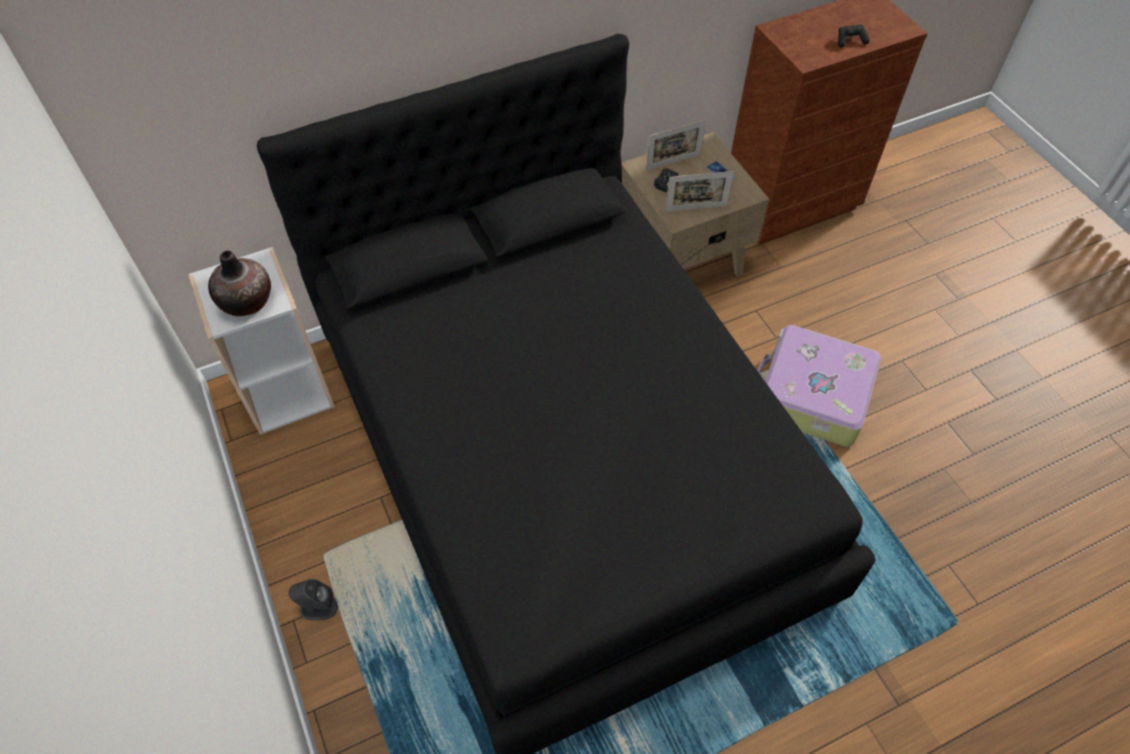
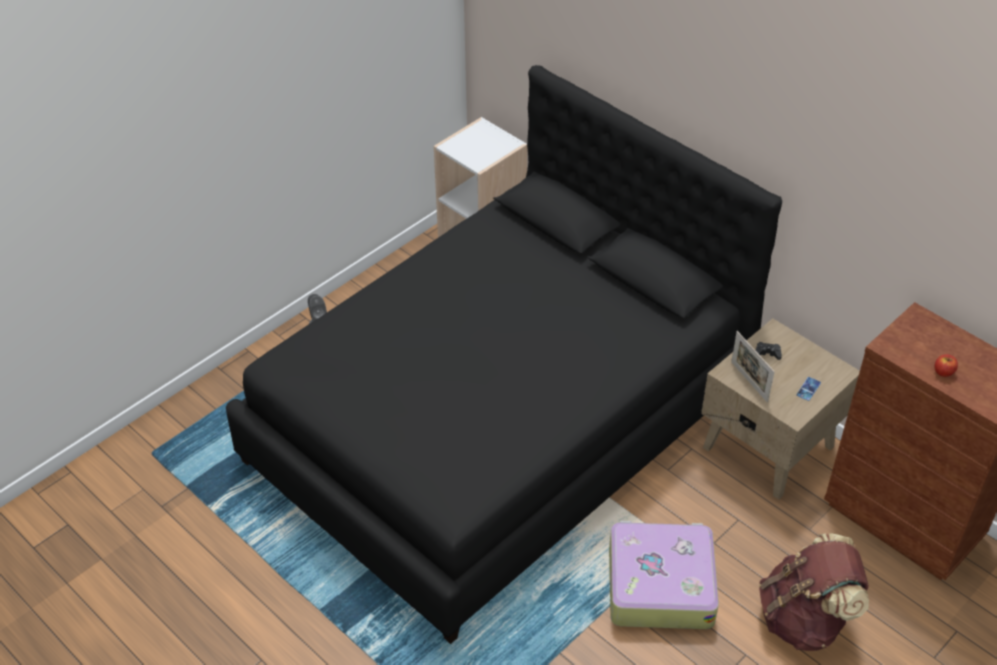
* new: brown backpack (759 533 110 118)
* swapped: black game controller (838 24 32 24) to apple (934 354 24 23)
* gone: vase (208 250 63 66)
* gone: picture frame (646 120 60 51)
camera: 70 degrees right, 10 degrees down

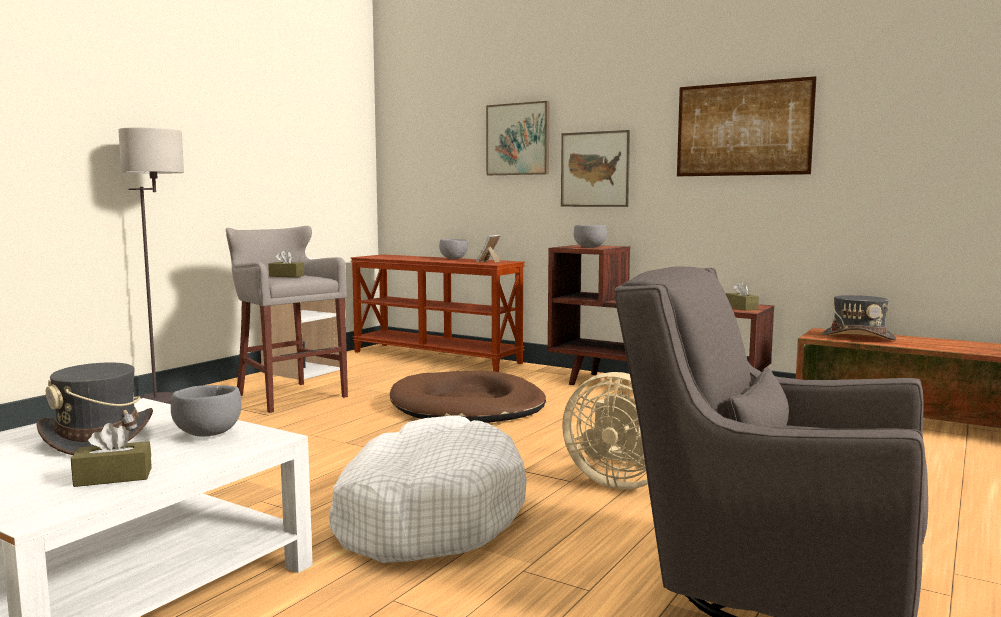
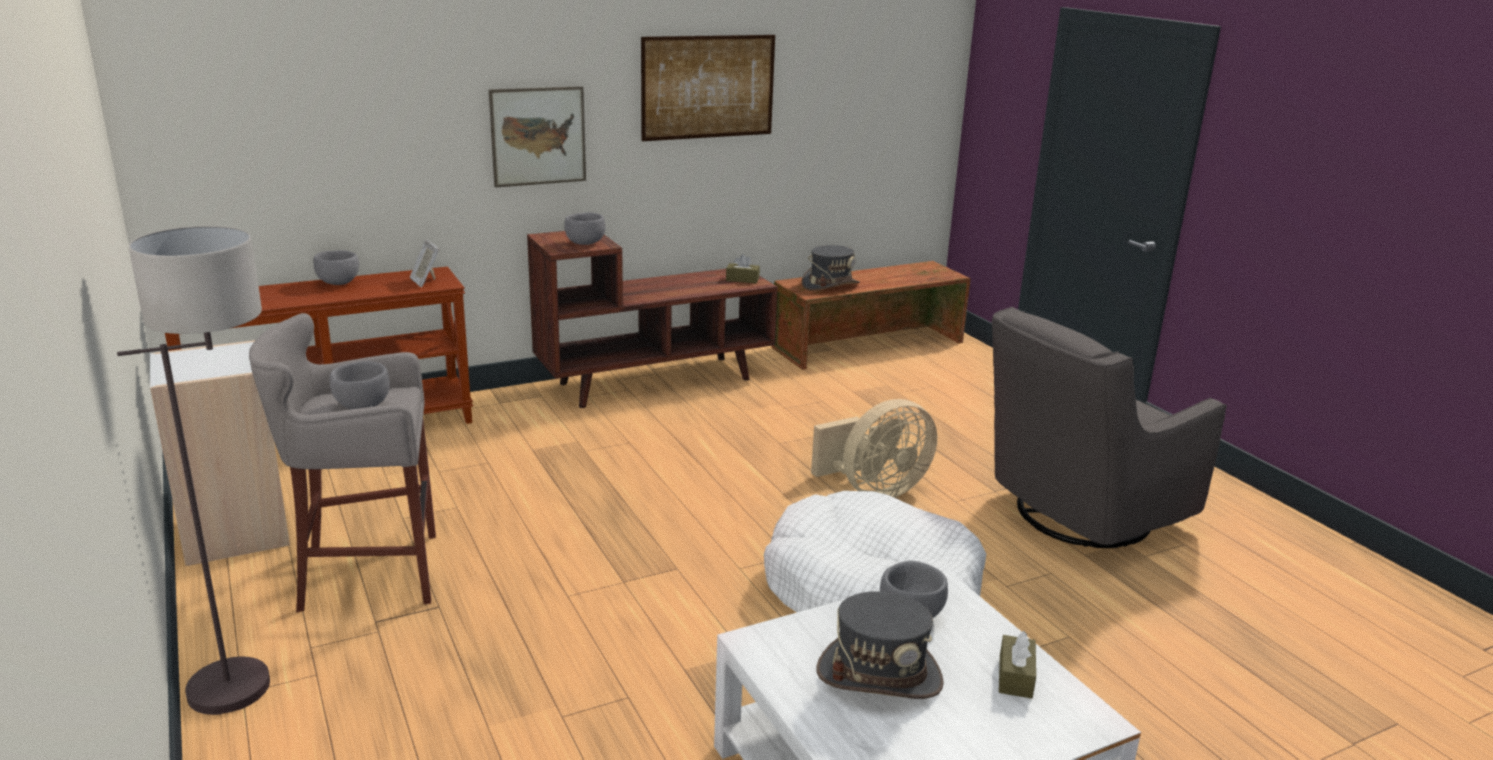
* swapped: brown tissue box (268 250 36 27) to grey bowl (330 361 60 49)
* gone: brown dog bed (390 371 156 52)
* gone: picture (486 101 63 74)
camera: 60 degrees left, 15 degrees up

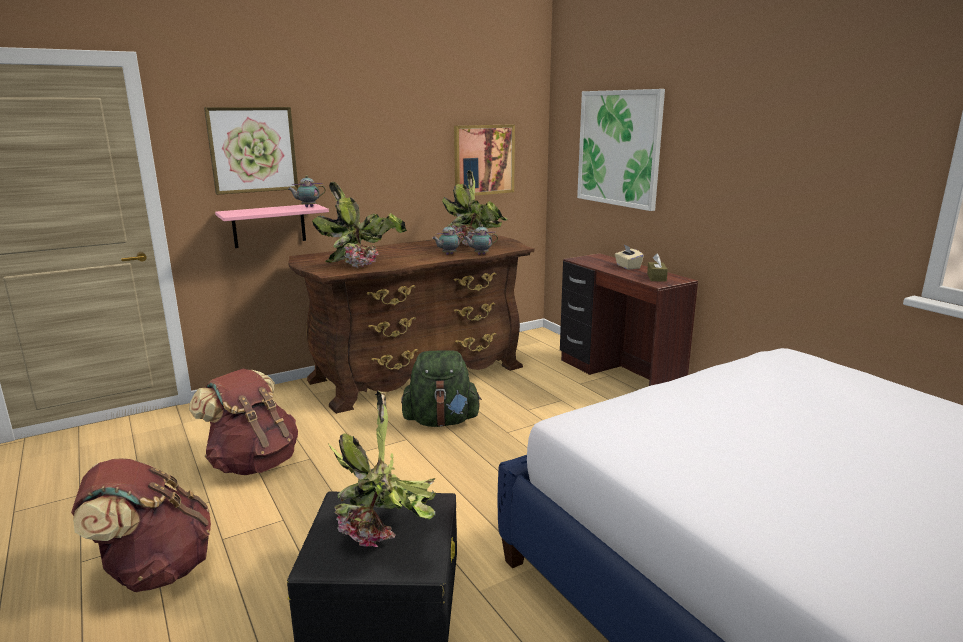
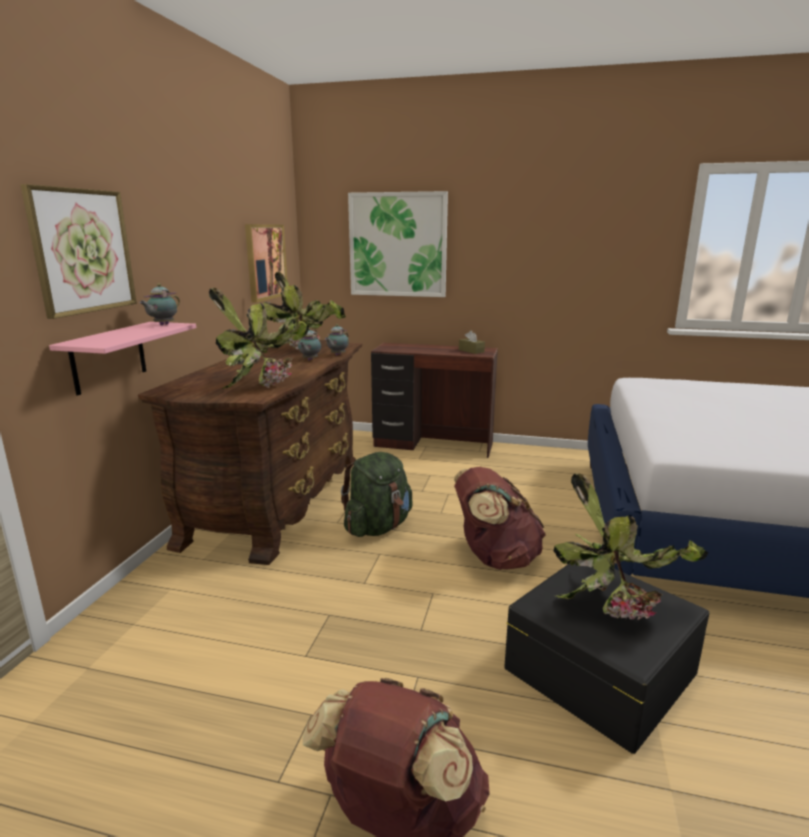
* shifted: brown backpack (189 369 109 106) to (454 467 92 103)
* gone: beige tissue box (615 245 29 25)
camera: 45 degrees left, 0 degrees up

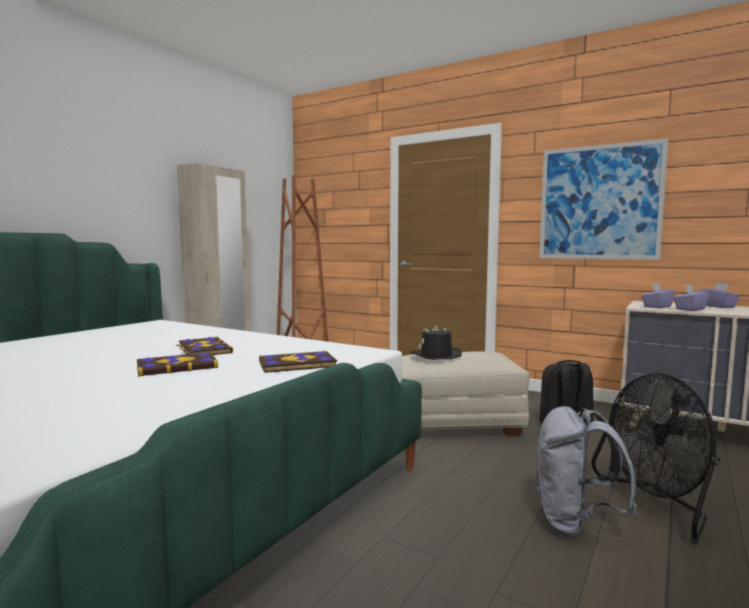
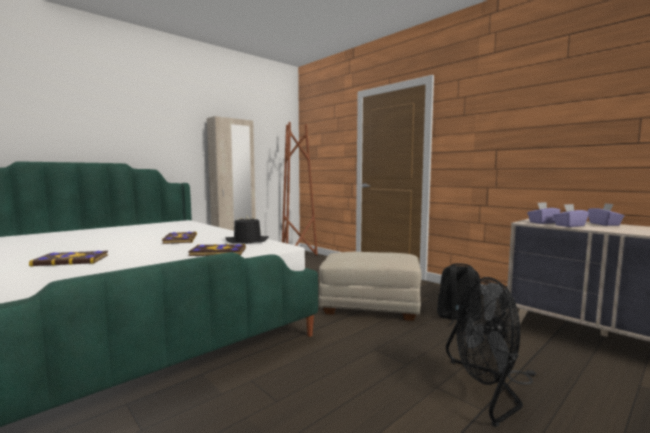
* shifted: book (137 352 81 24) to (29 251 79 16)
* shifted: black hat (411 326 51 34) to (226 216 43 28)
* gone: grey backpack (536 406 101 131)
* gone: picture (539 138 130 122)
camera: 15 degrees right, 0 degrees up

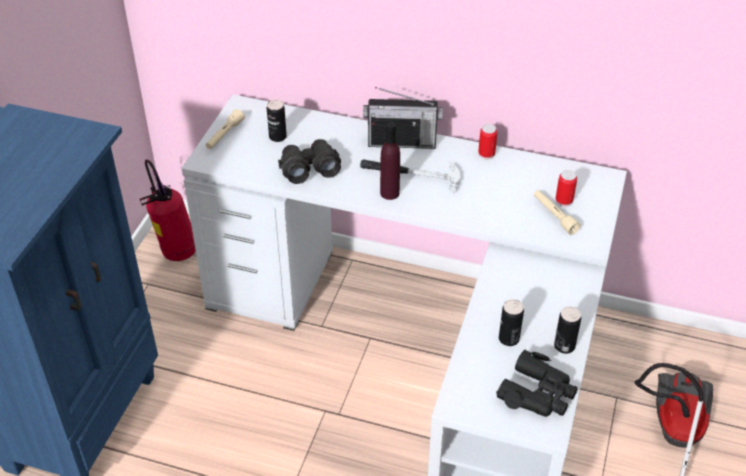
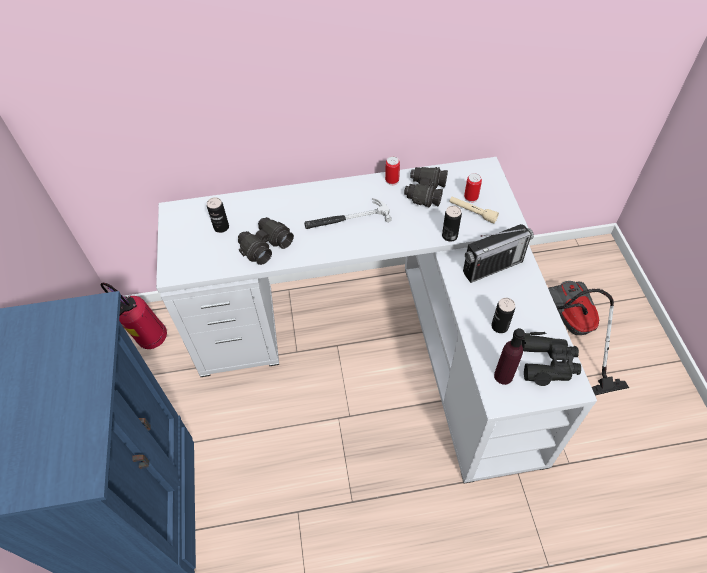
* new: black binoculars (404 167 44 40)
* shifted: can (554 306 27 48) to (442 206 20 36)
* shifted: radio (363 87 80 62) to (463 224 71 59)
* shifted: purple bottle (380 122 20 78) to (494 328 31 57)
* gone: beige flashlight (206 109 39 40)
camera: 25 degrees left, 10 degrees up

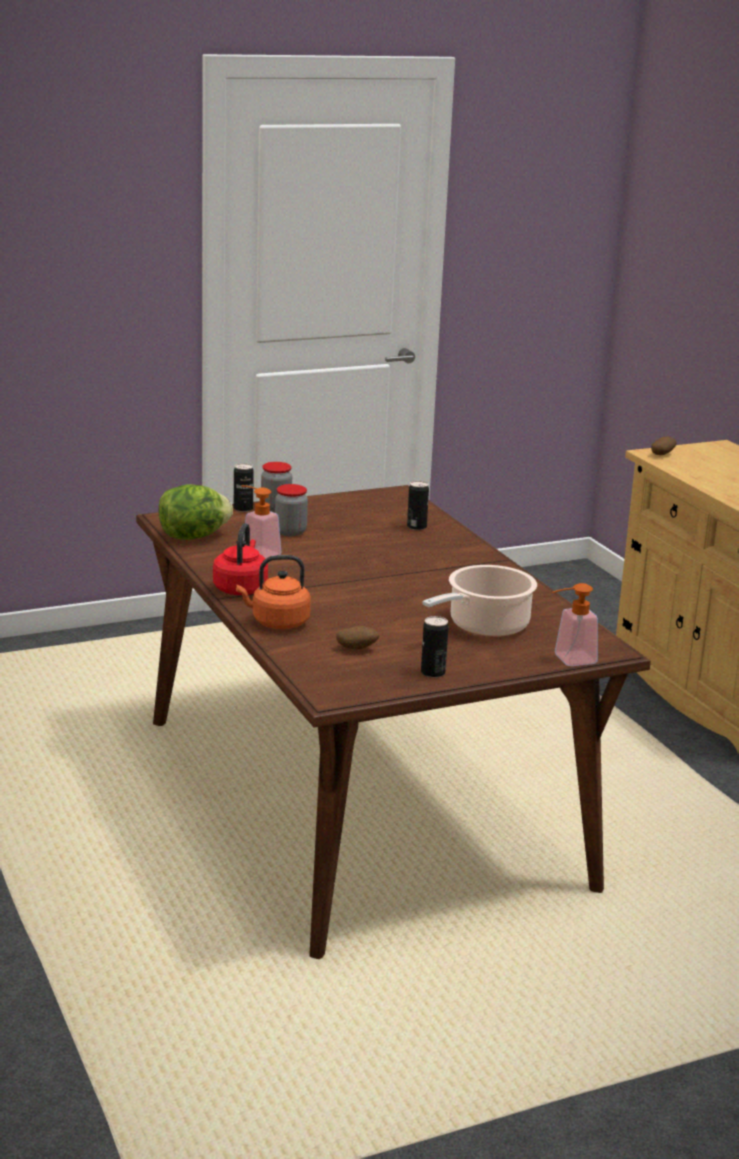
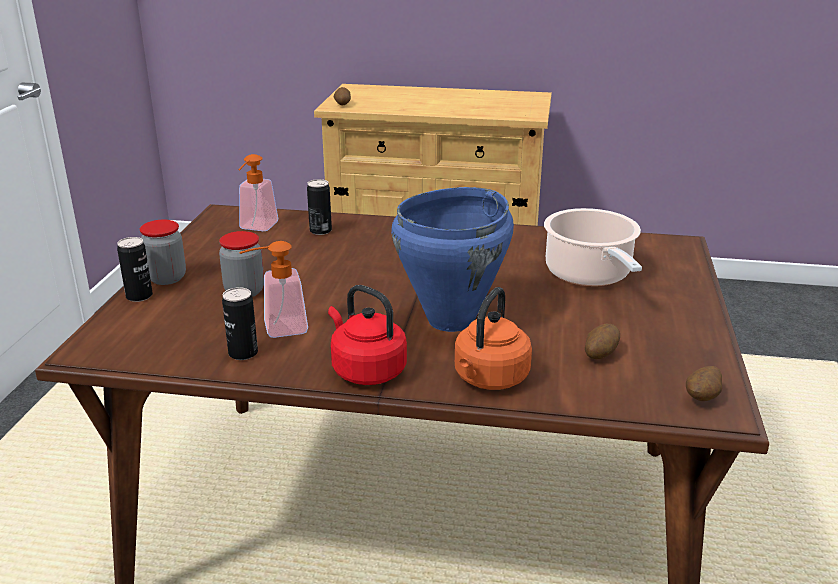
* shifted: can (421 616 28 62) to (222 287 36 73)
* shifted: soap dispenser (552 583 46 83) to (239 154 39 77)
* new: blue cooking pot (391 187 123 145)
* new: potato (686 366 36 35)
* gone: lettuce (159 484 74 56)
camera: 55 degrees left, 5 degrees up

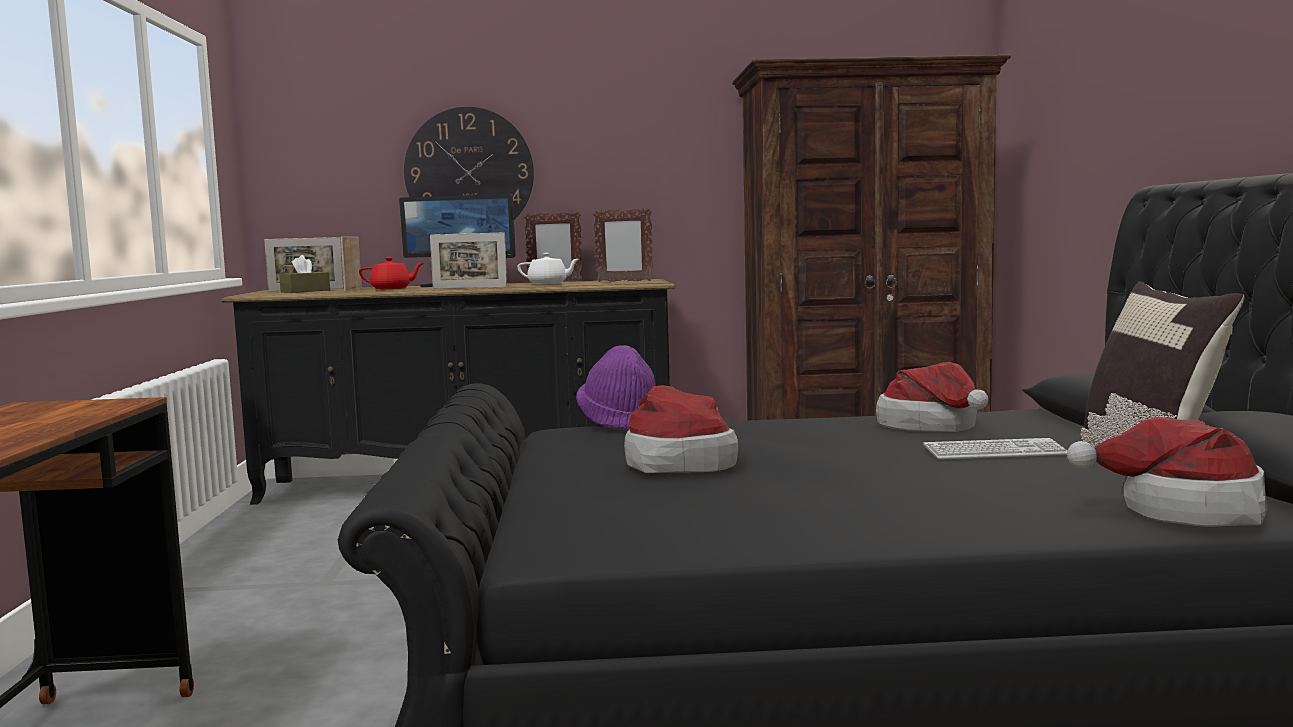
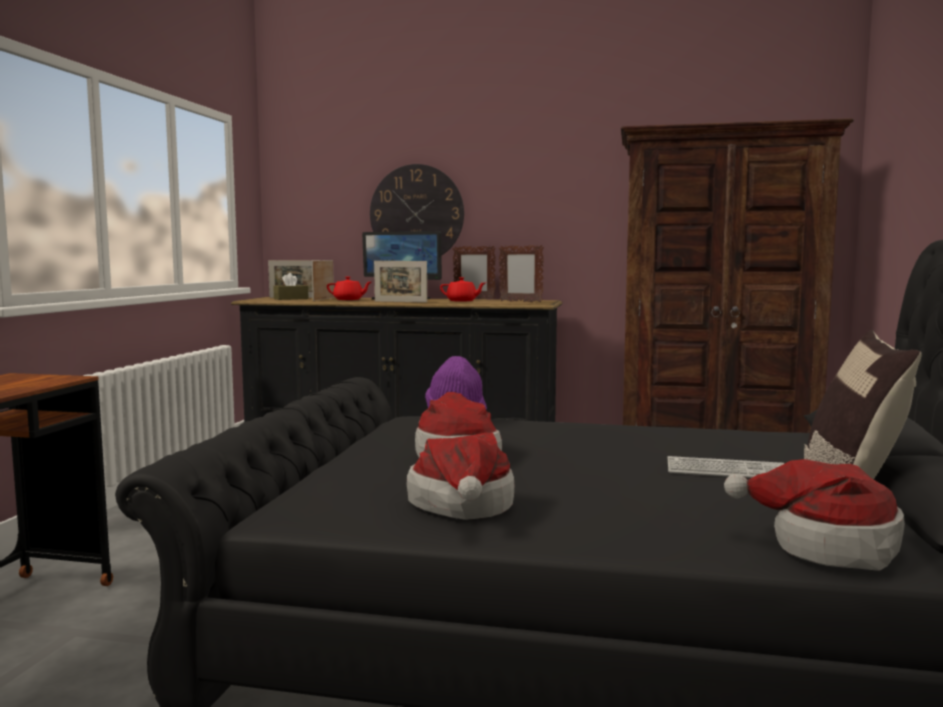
* shifted: hat (876 362 112 70) to (407 433 107 87)
* repainted: white teapot (517 253 62 31) to red teapot (440 277 45 25)
camera: 15 degrees right, 0 degrees up

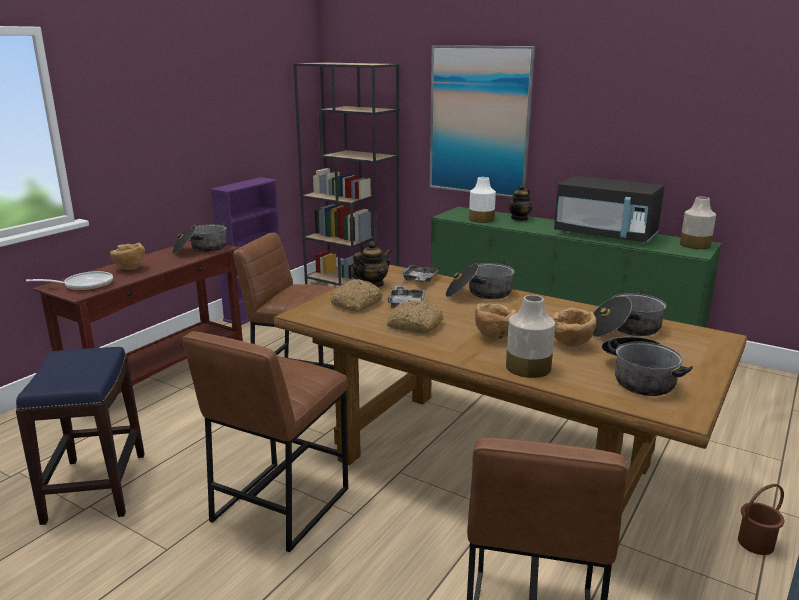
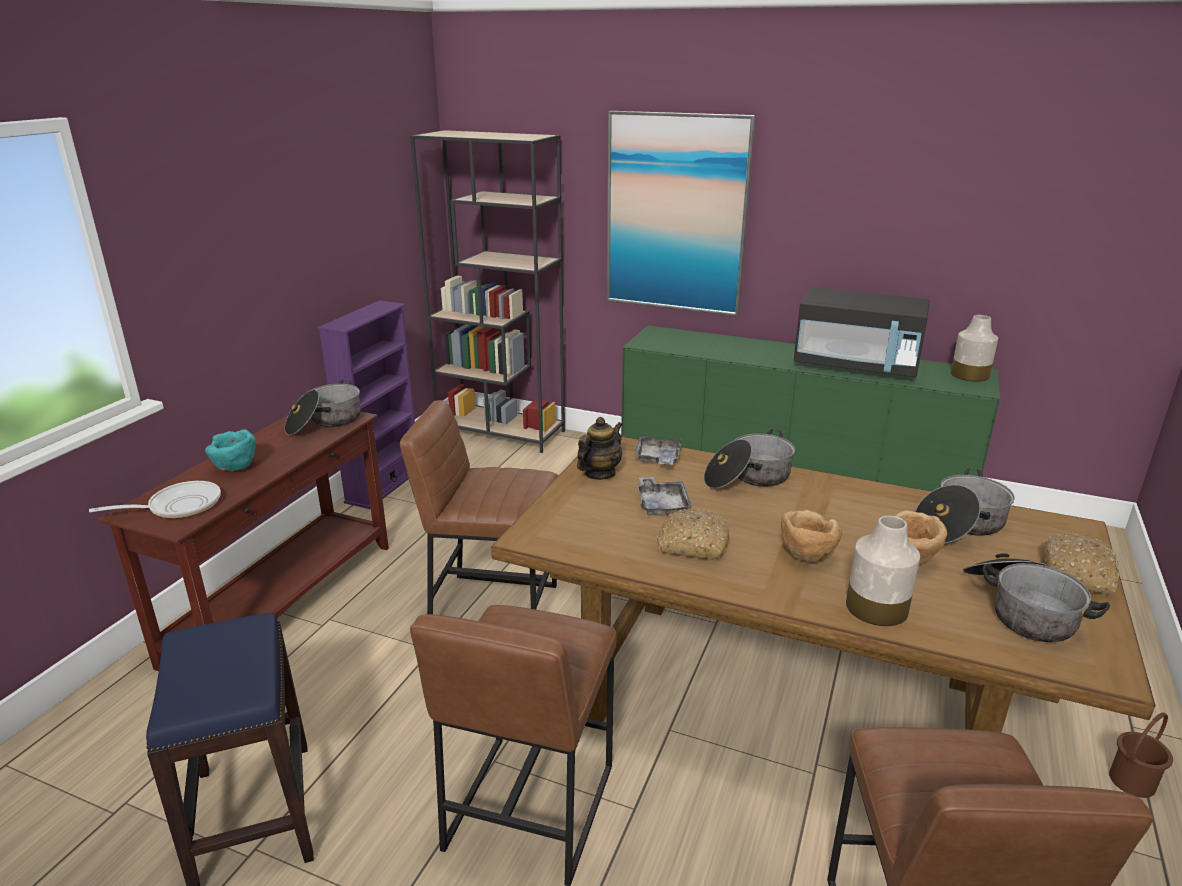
* repainted: brown bowl (110 243 35 27) to turquoise bowl (205 429 51 42)
* shifted: bread (331 280 52 32) to (1042 533 77 61)
* gone: white vase (469 177 27 46)
* gone: teapot (508 185 25 36)
camera: 10 degrees left, 5 degrees up

